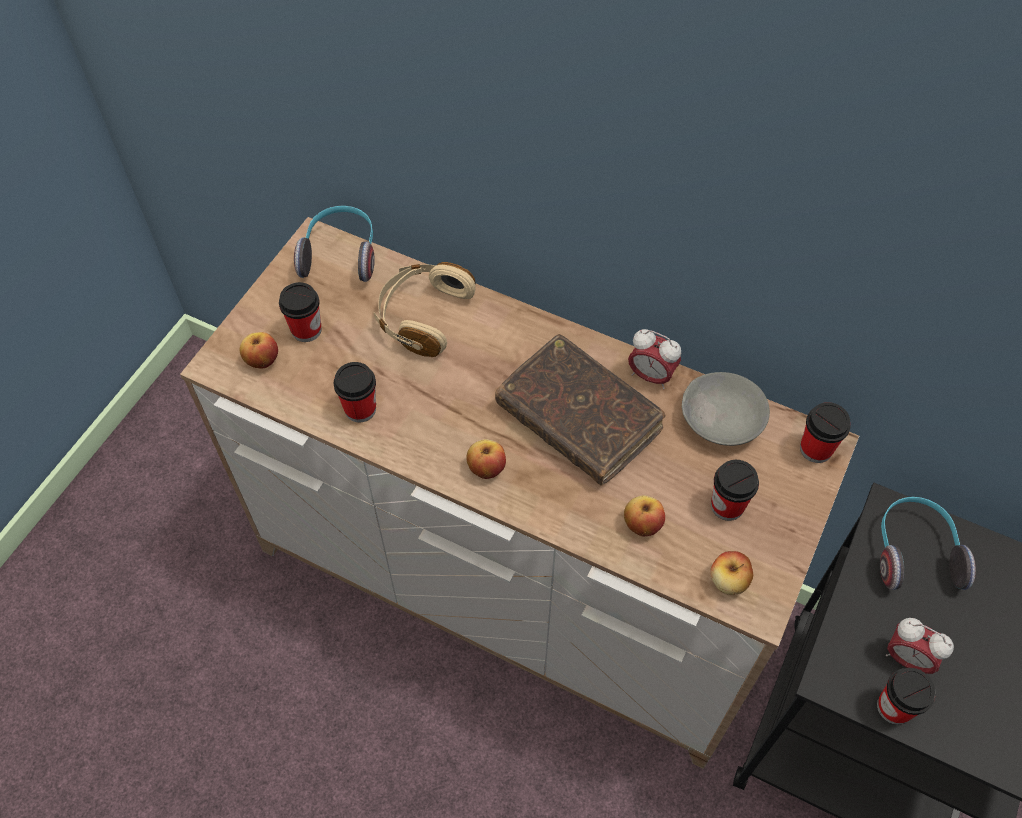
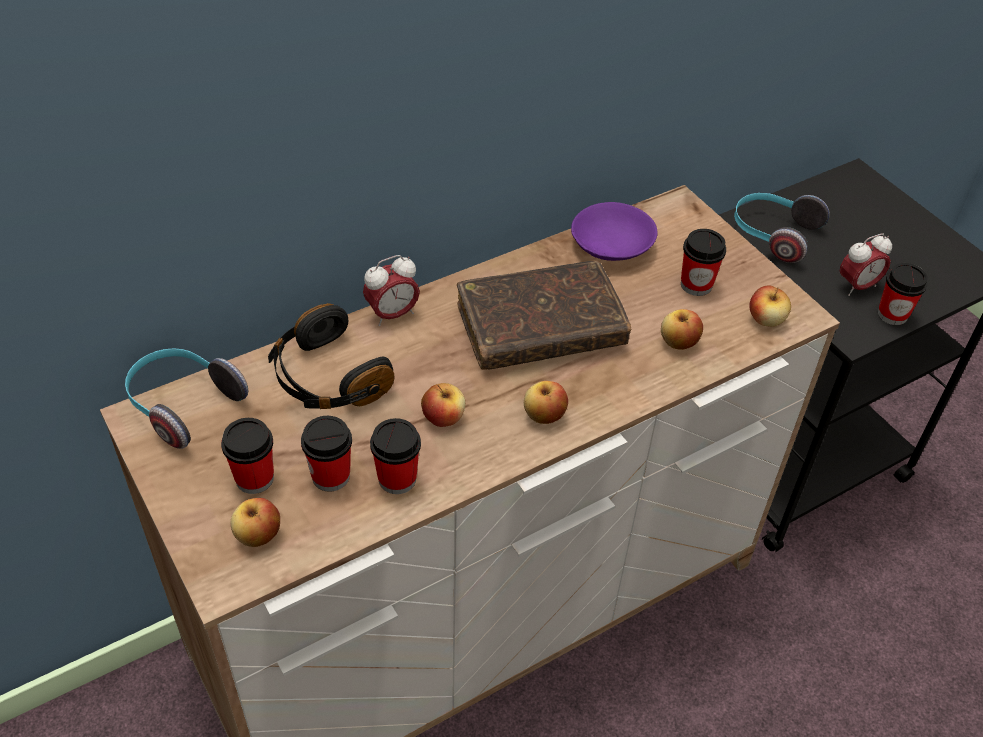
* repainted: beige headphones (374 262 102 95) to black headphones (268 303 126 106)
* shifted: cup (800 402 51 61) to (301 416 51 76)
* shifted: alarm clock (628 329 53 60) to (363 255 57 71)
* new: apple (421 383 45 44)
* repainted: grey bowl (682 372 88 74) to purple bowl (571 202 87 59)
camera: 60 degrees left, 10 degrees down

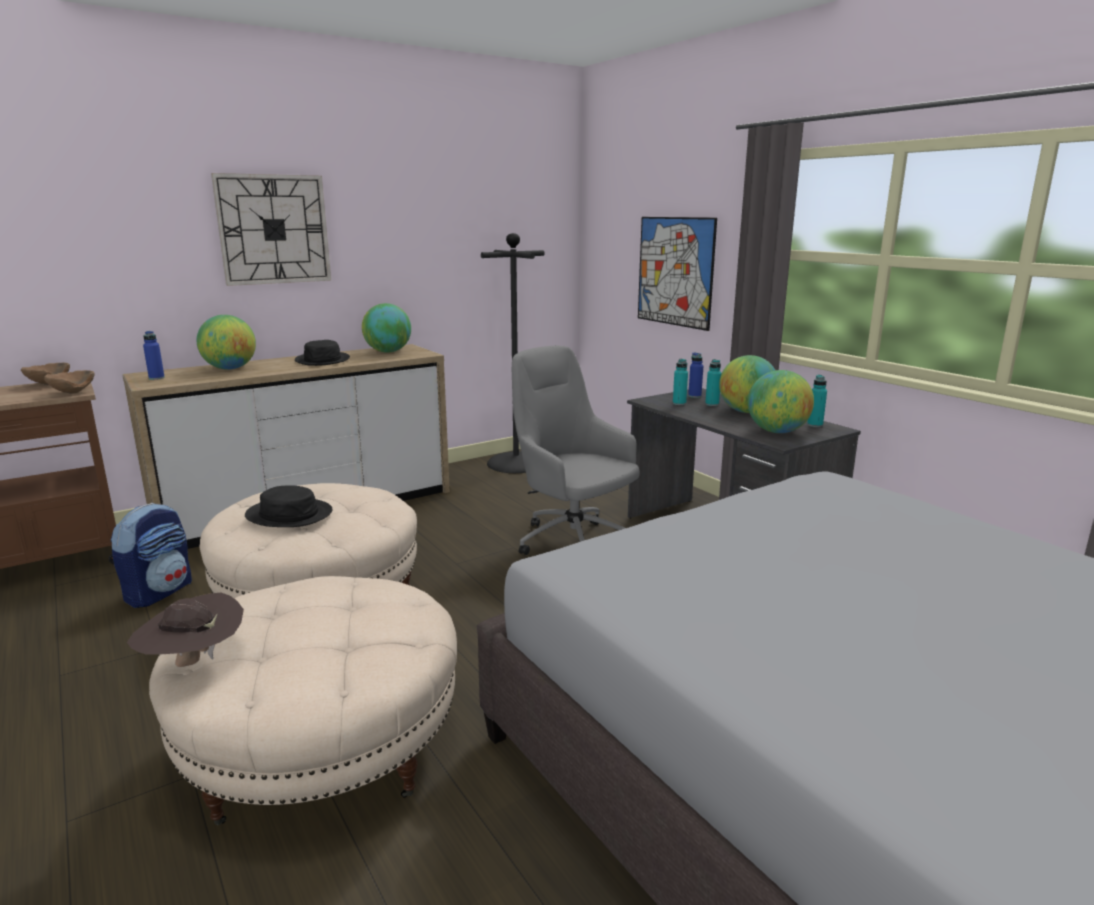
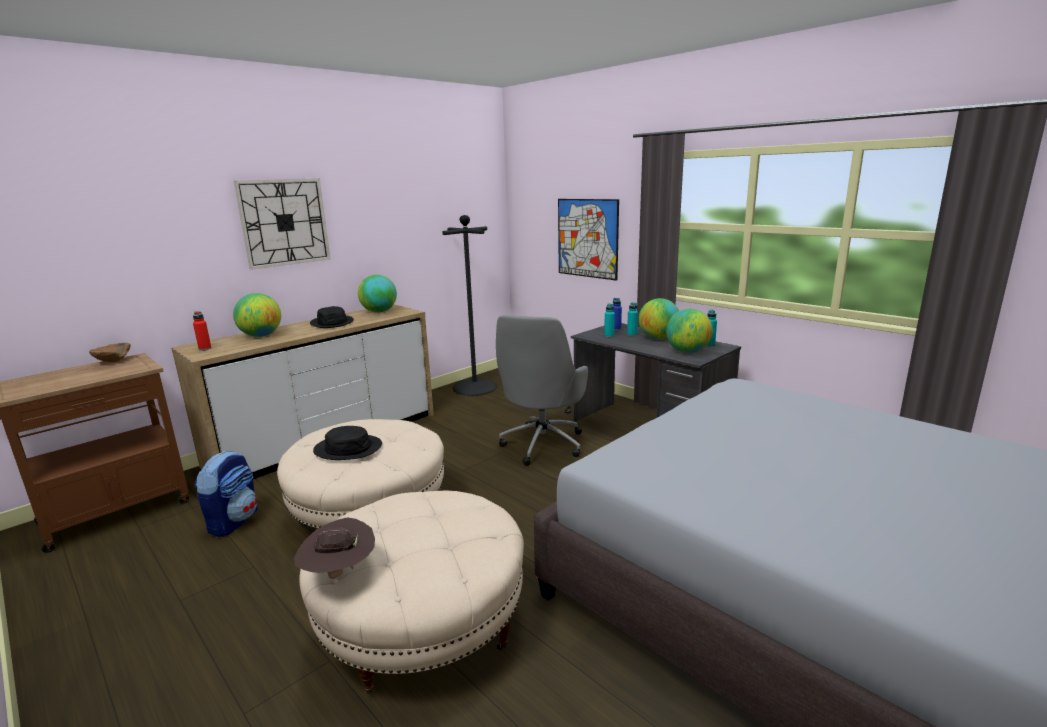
* repainted: blue bottle (143 331 22 49) to red bottle (193 311 18 40)
* rotated: grey office chair (512 346 127 209) = (496 315 92 151) 105 degrees counterclockwise
* gone: brown bowl (44 370 51 24)
camera: 10 degrees left, 0 degrees up

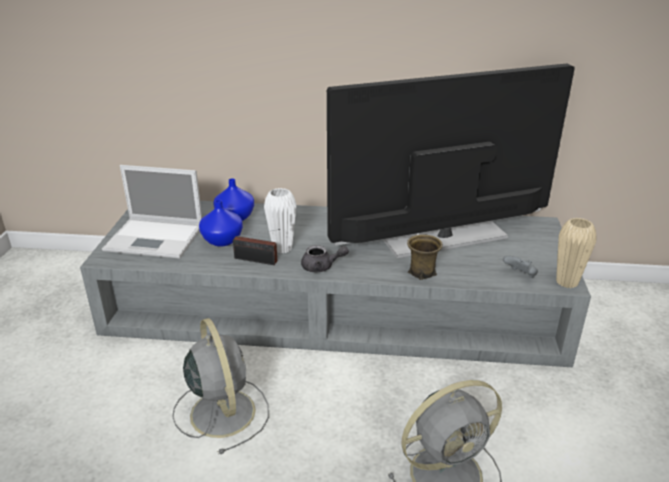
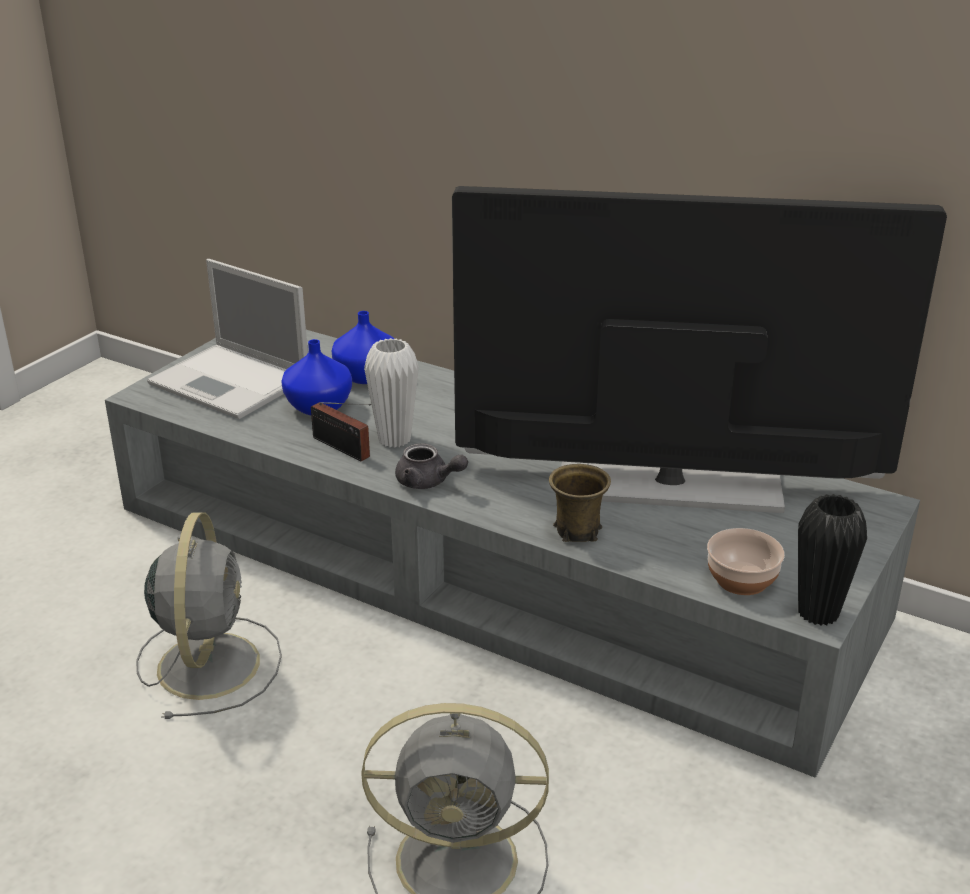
* swapped: grey game controller (503 255 35 23) to bowl (707 528 78 67)
* repainted: beige vase (556 218 41 70) to black vase (798 494 69 132)
camera: 25 degrees right, 0 degrees up

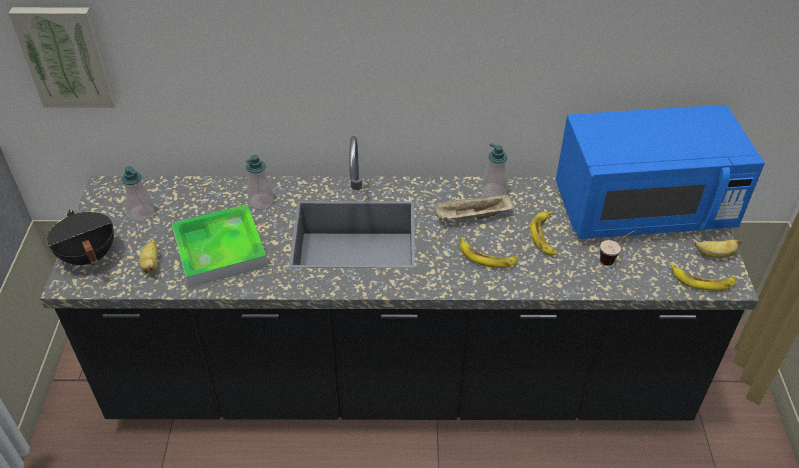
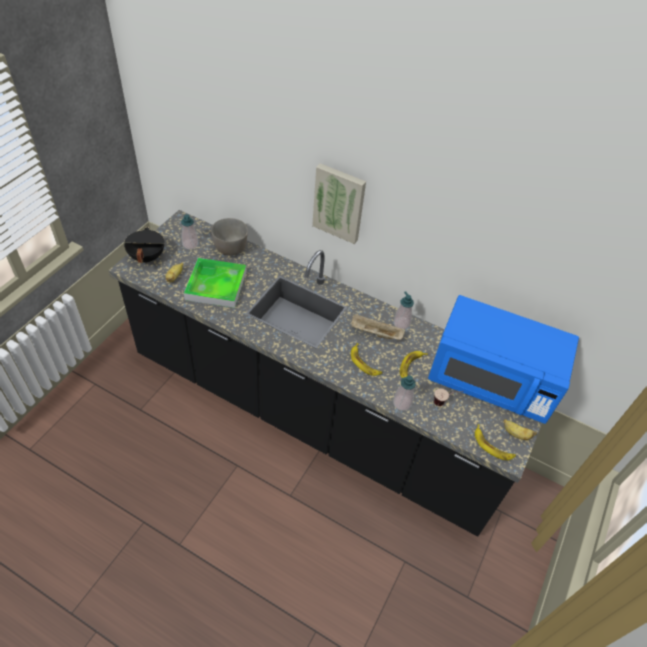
* new: grey bowl (211 218 37 37)
* shifted: picture (8 7 109 101) to (312 163 54 81)
* shifted: soap dispenser (245 155 29 54) to (393 375 23 36)
camera: 25 degrees right, 5 degrees up

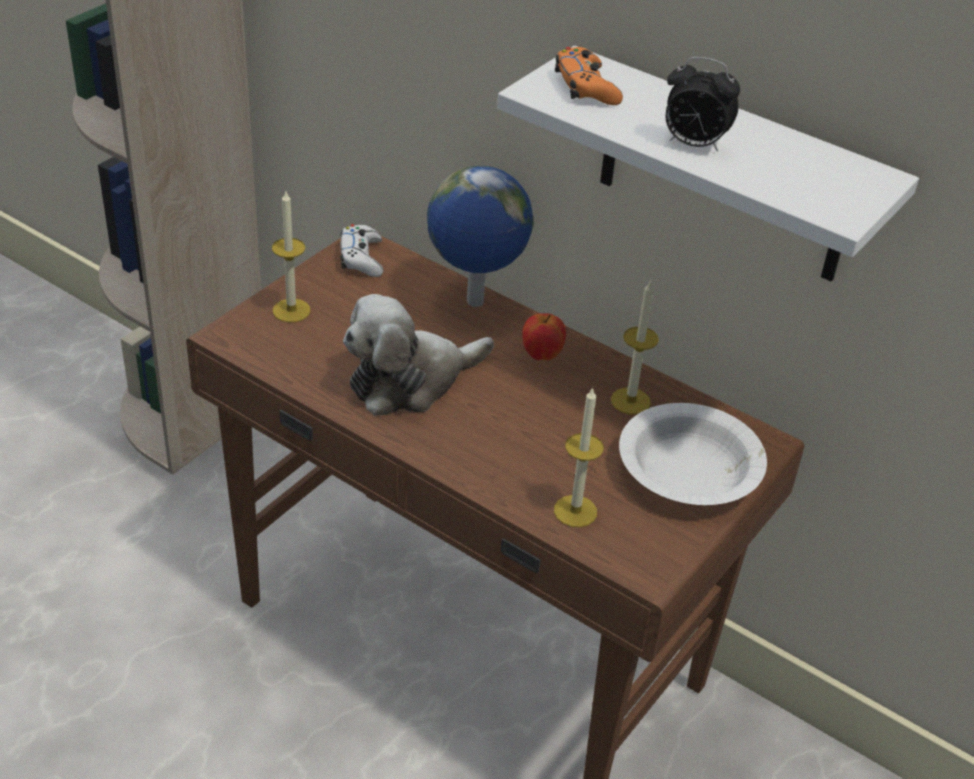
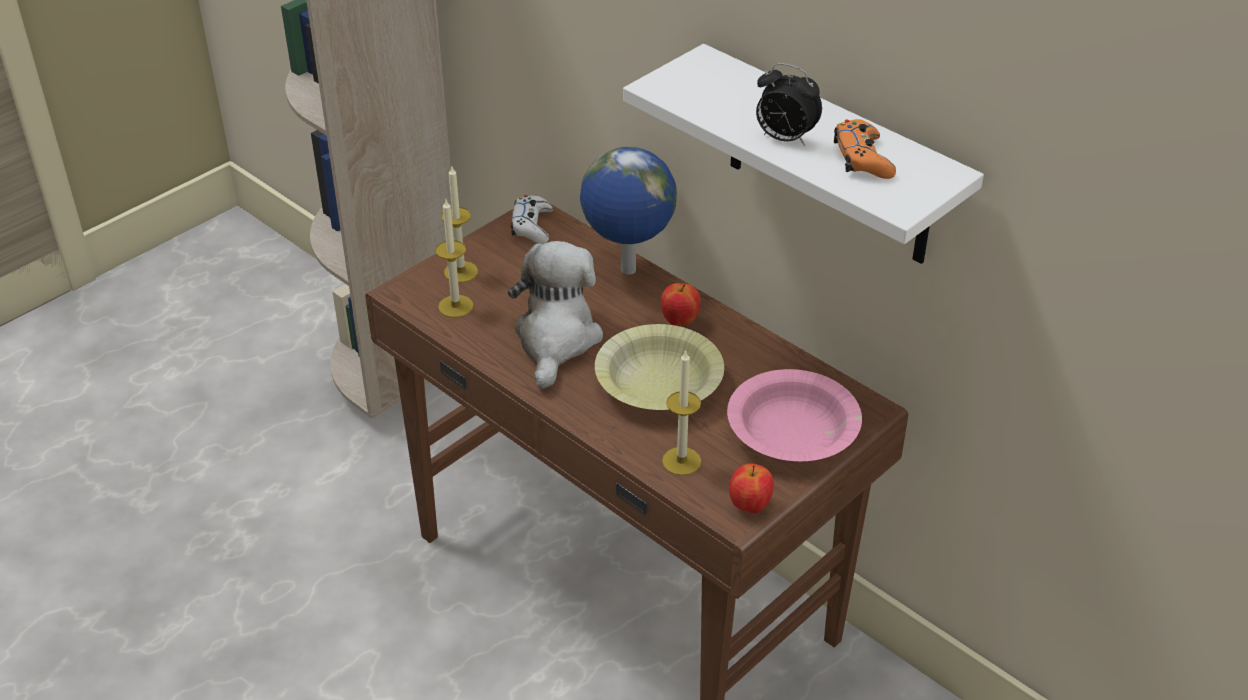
* shifted: candle (611 280 48 135) to (435 200 38 118)
* rotated: plush toy (343 294 151 122) = (508 241 95 148) 120 degrees clockwise
* new: yellow bowl (595 324 129 86)
* repainted: white bowl (619 403 148 102) to pink bowl (727 369 135 92)
* new: apple (729 463 45 50)
* shifted: orange game controller (555 47 68 58) to (834 119 62 60)
camera: 10 degrees right, 0 degrees up

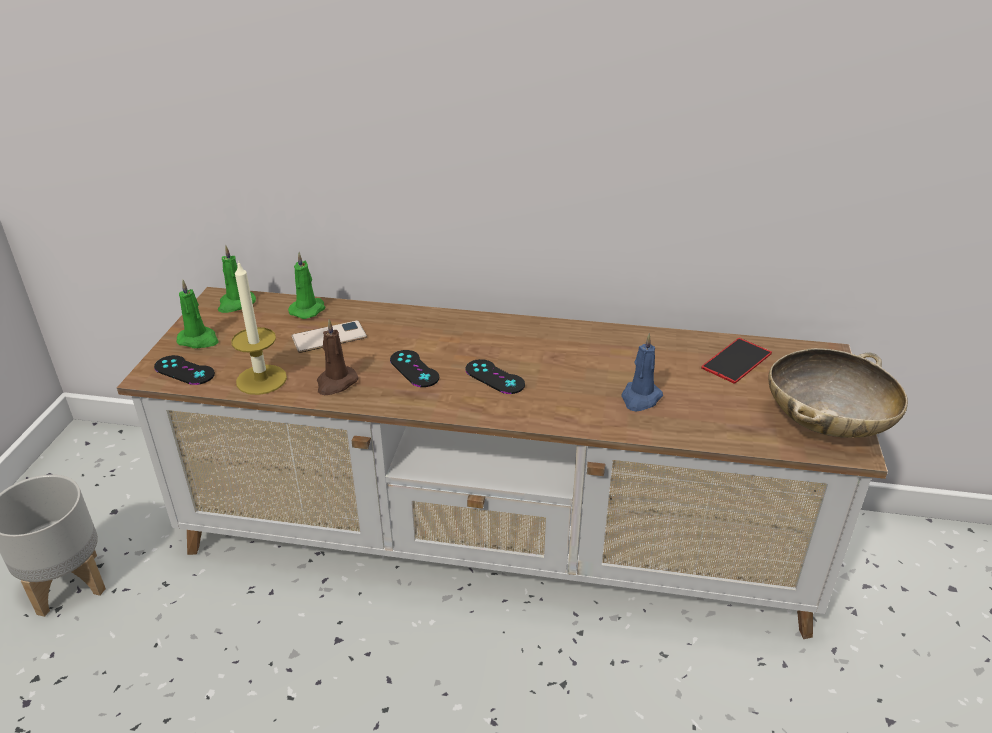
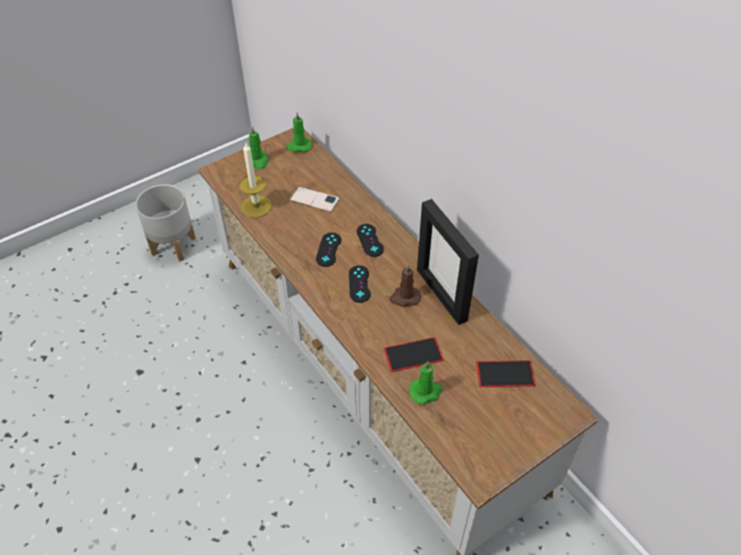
* shifted: black game controller (154 355 61 30) to (357 224 27 33)
* swapped: blue candle (621 334 42 77) to phone (384 337 60 35)
* shifted: brown candle (317 319 42 76) to (389 265 32 42)
* shifted: green candle (288 252 37 67) to (409 361 34 43)
* new: picture frame (417 199 62 126)
* gone: beige bowl (768 348 140 90)
camera: 45 degrees right, 15 degrees up

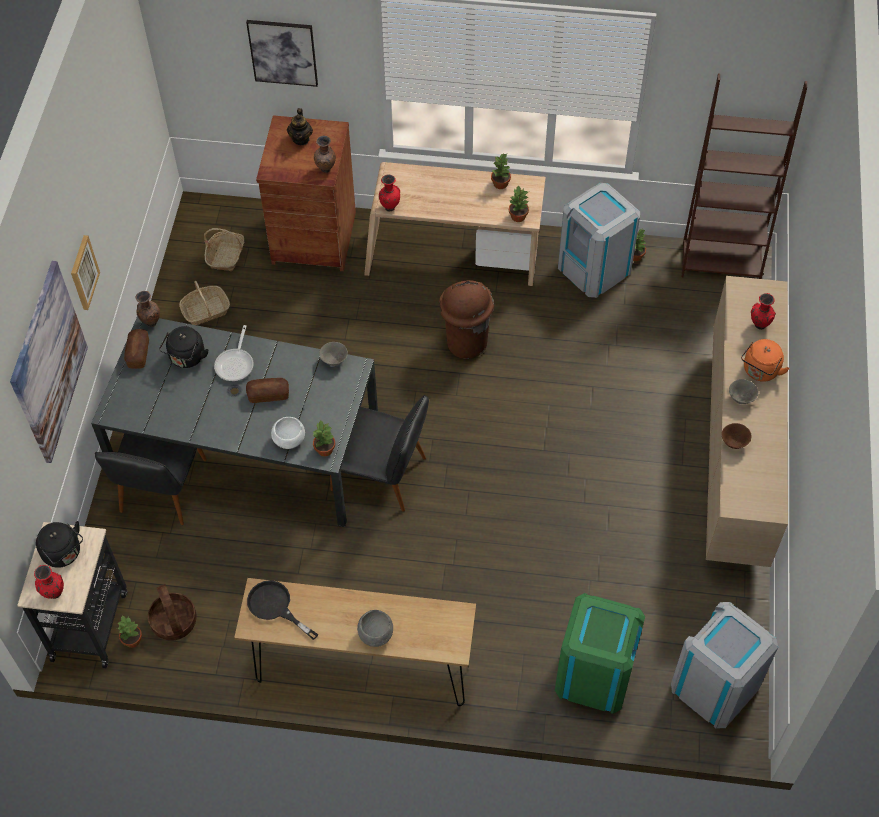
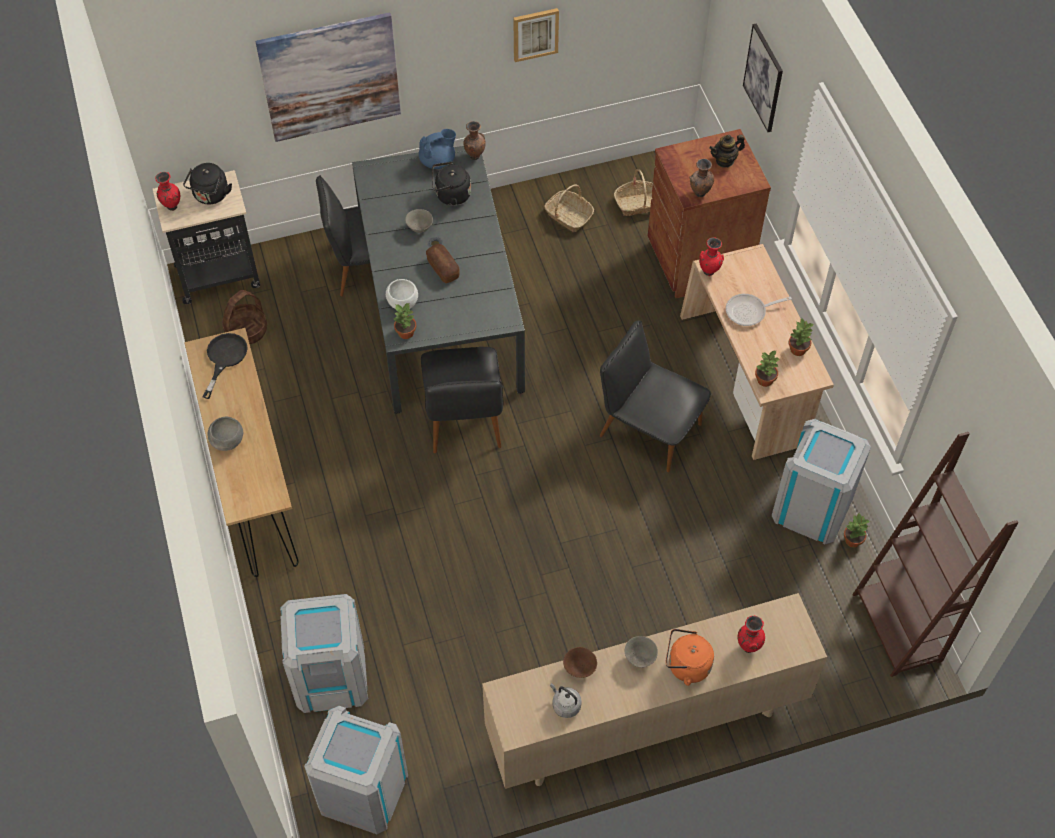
* repainted: green trash can (555 593 90 121) to grey trash can (280 594 88 119)
* shifted: grey bowl (319 342 29 24) to (405 209 28 24)
* swapped: bread (124 329 25 40) to blue teapot (419 129 37 40)
* shifted: picture (71 235 29 75) to (513 8 46 54)
* new: grey kettle (550 683 32 35)
* swapped: brown trash can (439 280 55 79) to black chair (600 321 111 151)
* shifted: frying pan (214 325 40 56) to (726 294 66 32)
* gone: potted plant (117 615 25 33)
camera: 65 degrees right, 0 degrees up

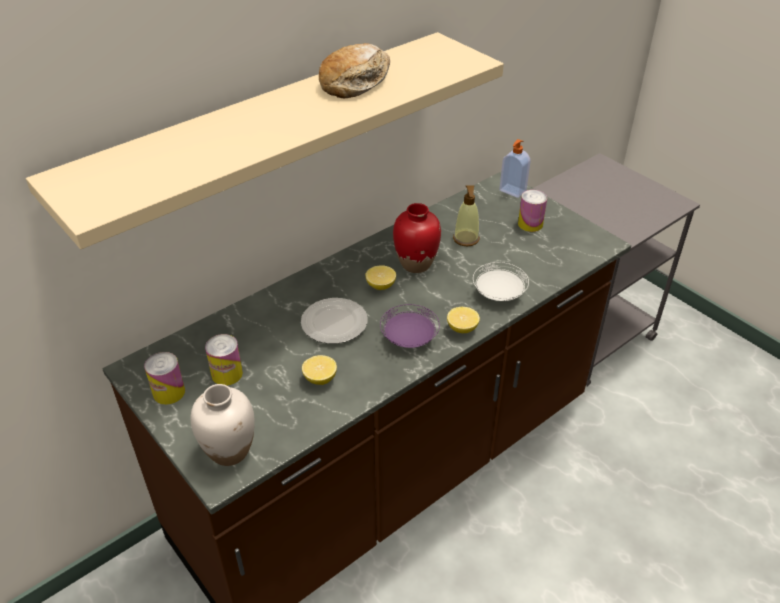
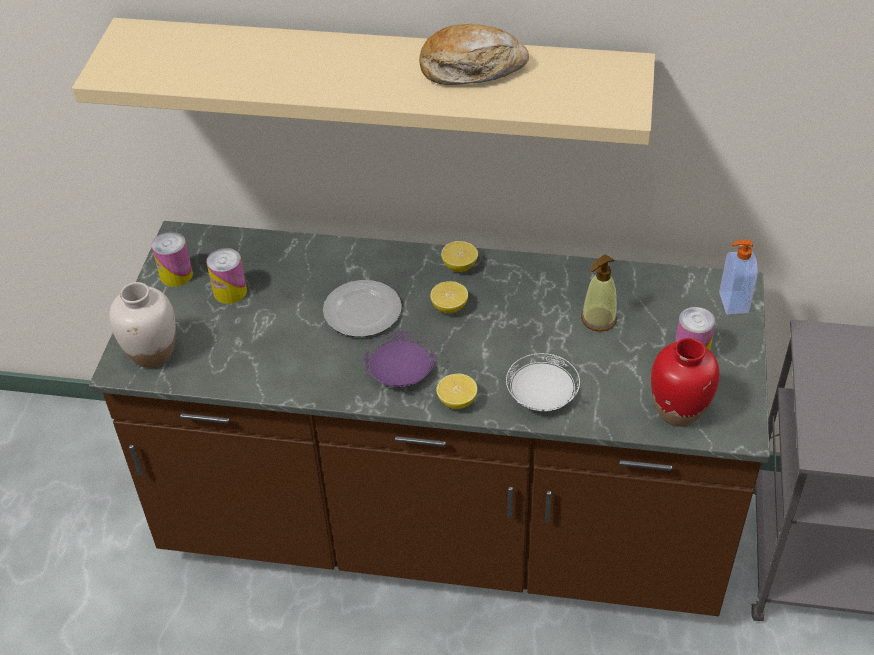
* shifted: lemon (302 355 35 30) to (441 241 37 31)
* shifted: red vase (393 203 48 70) to (651 338 69 89)
camera: 50 degrees right, 5 degrees up

